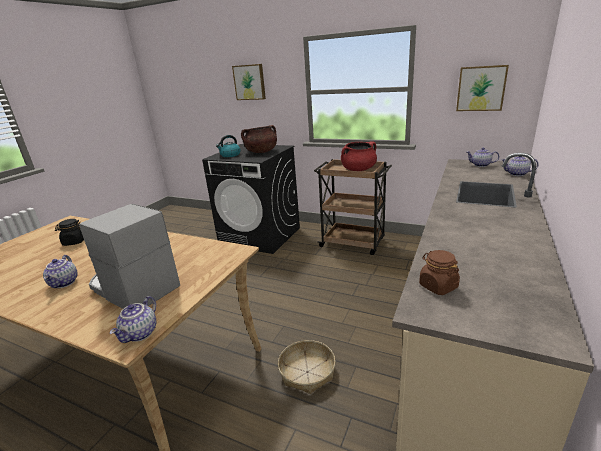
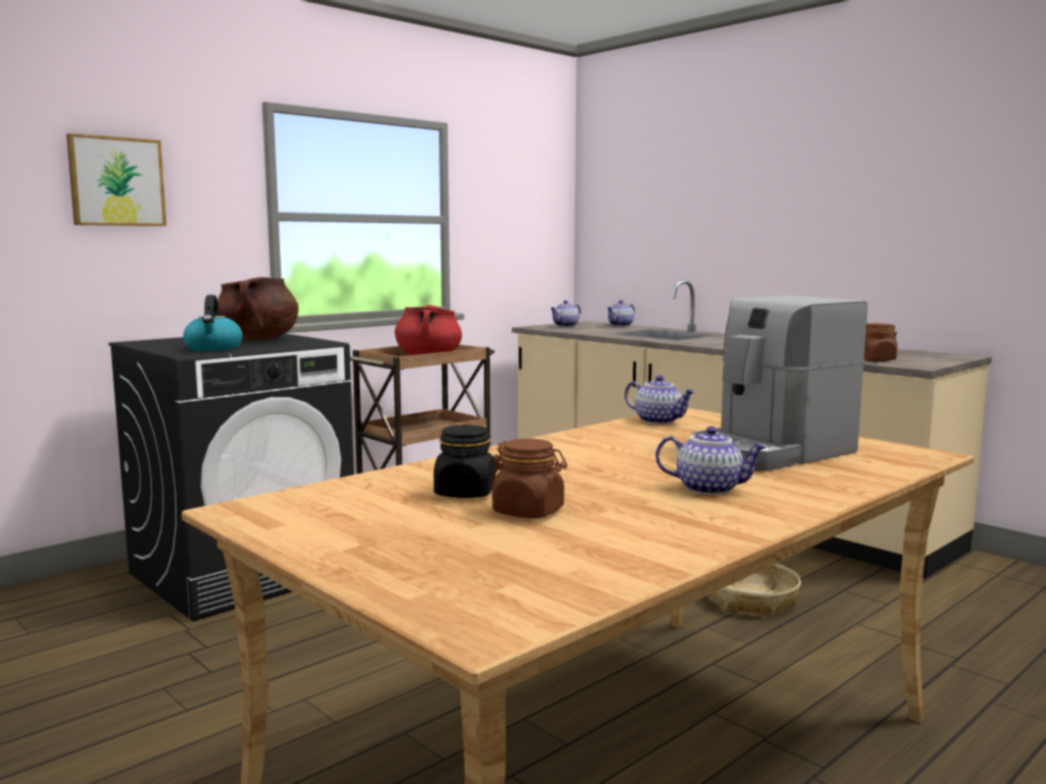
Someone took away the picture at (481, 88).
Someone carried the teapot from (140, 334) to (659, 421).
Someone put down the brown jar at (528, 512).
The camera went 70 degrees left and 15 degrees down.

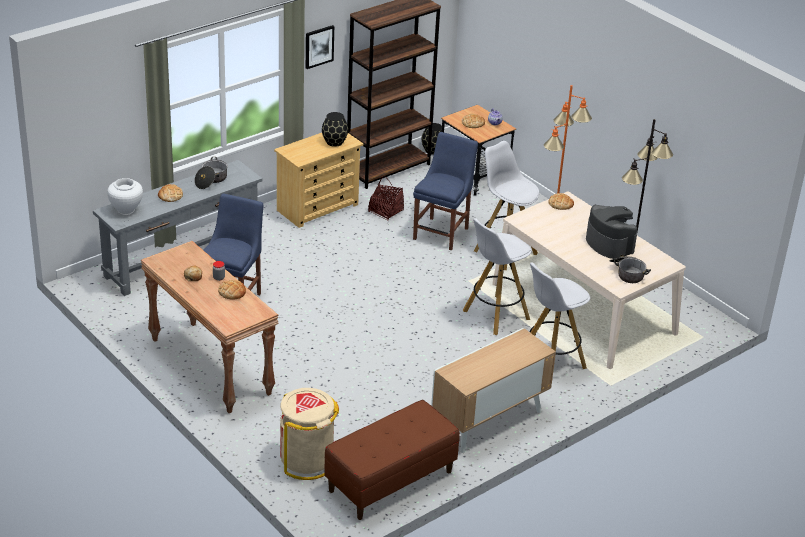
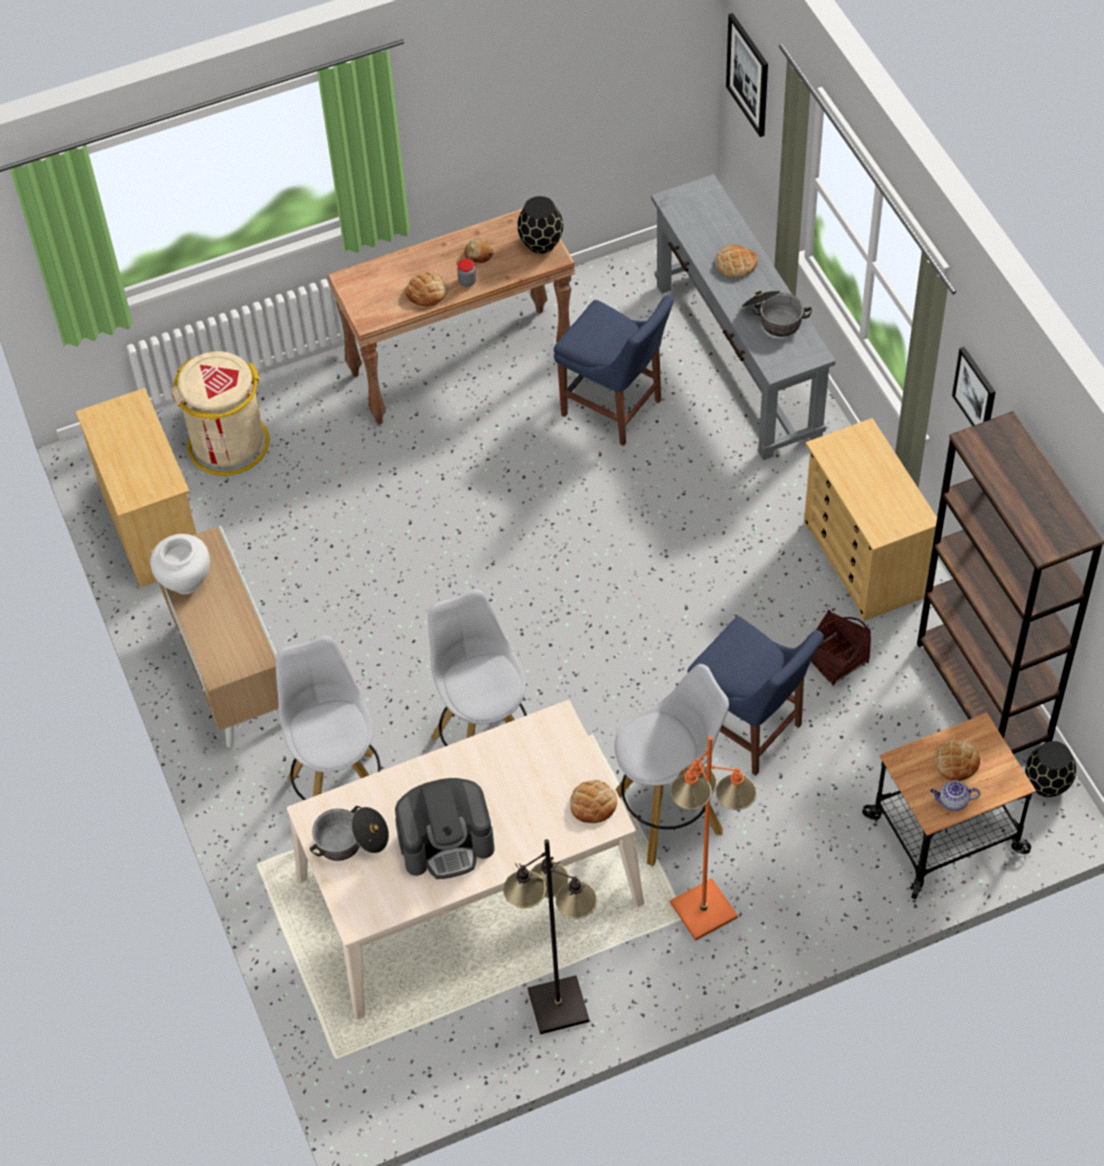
Someone carried the black vase from (334, 142) to (541, 242).
Someone carried the white vase from (126, 210) to (186, 582).
Someone swapped the brown bench at (390, 481) for the beige dresser at (152, 527).
Someone put up the picture at (748, 74).
The camera went 110 degrees right and 20 degrees up.

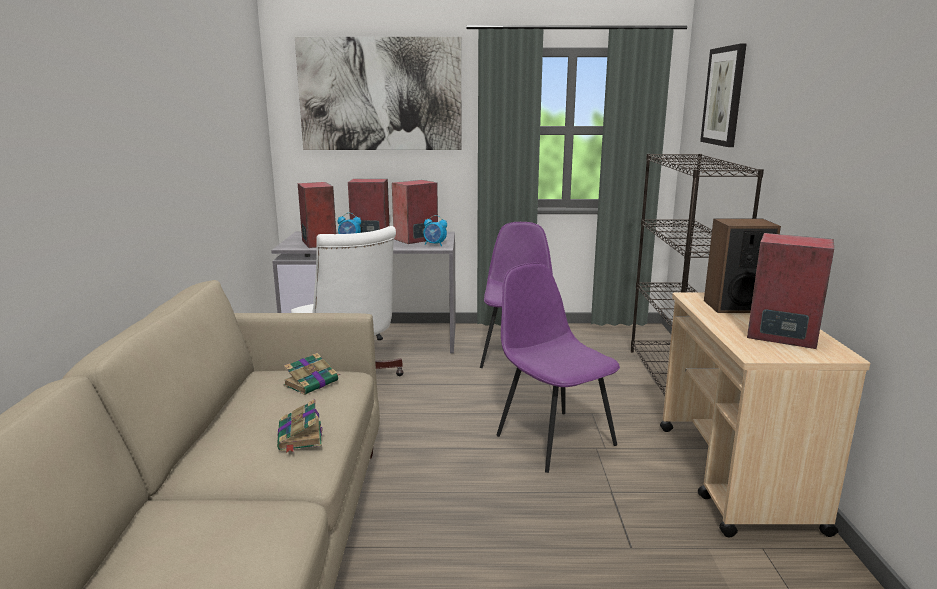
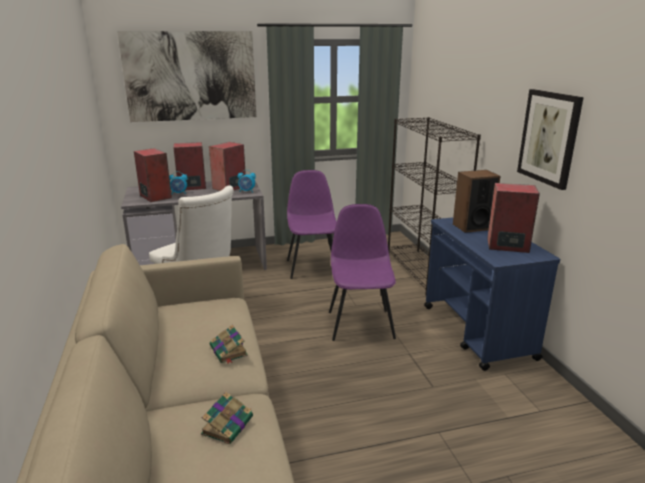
Someone carried the picture from (724, 96) to (549, 137).
Someone rotated the purple chair at (553, 439) by 45 degrees clockwise.
Someone repainted the beige cart at (736, 476), which became the blue cart at (478, 332).
Someone carried the book from (312, 383) to (228, 425).
The camera went 15 degrees left and 5 degrees up.

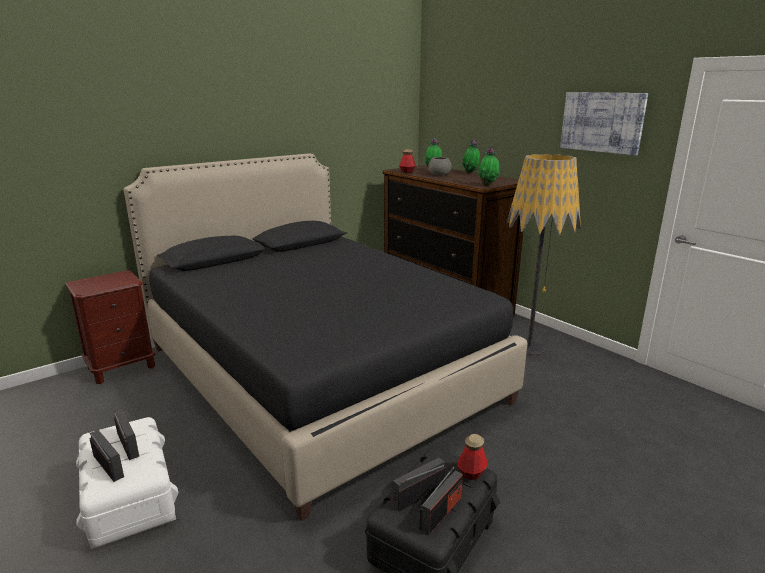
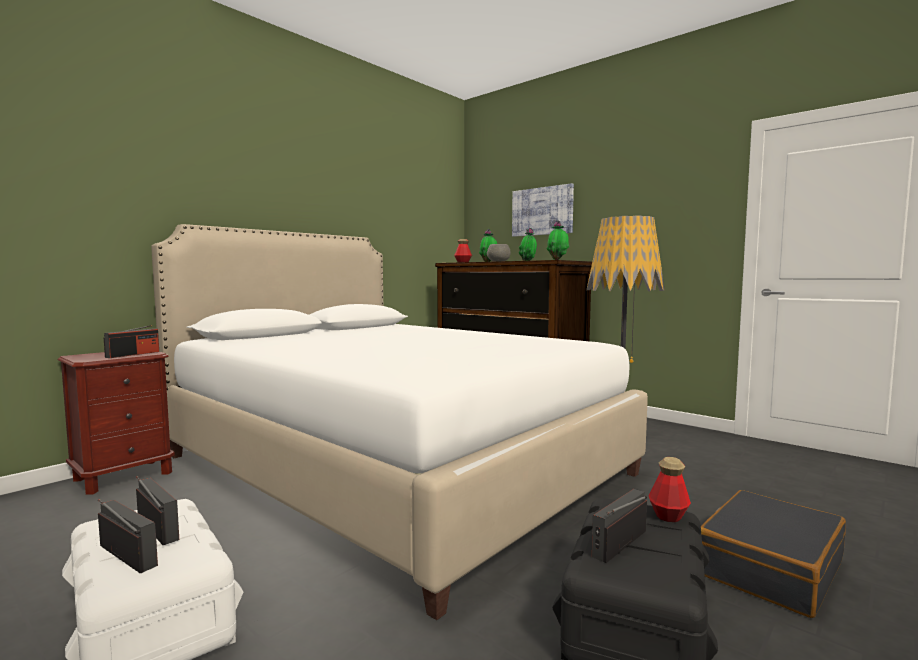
Someone carried the picture from (602, 122) to (542, 211).
Someone repainted the black bed at (318, 373), which became the white bed at (392, 465).
Someone carried the radio from (441, 513) to (133, 354).
Someone put down the black suitcase at (768, 567).
The camera went 10 degrees left and 15 degrees down.

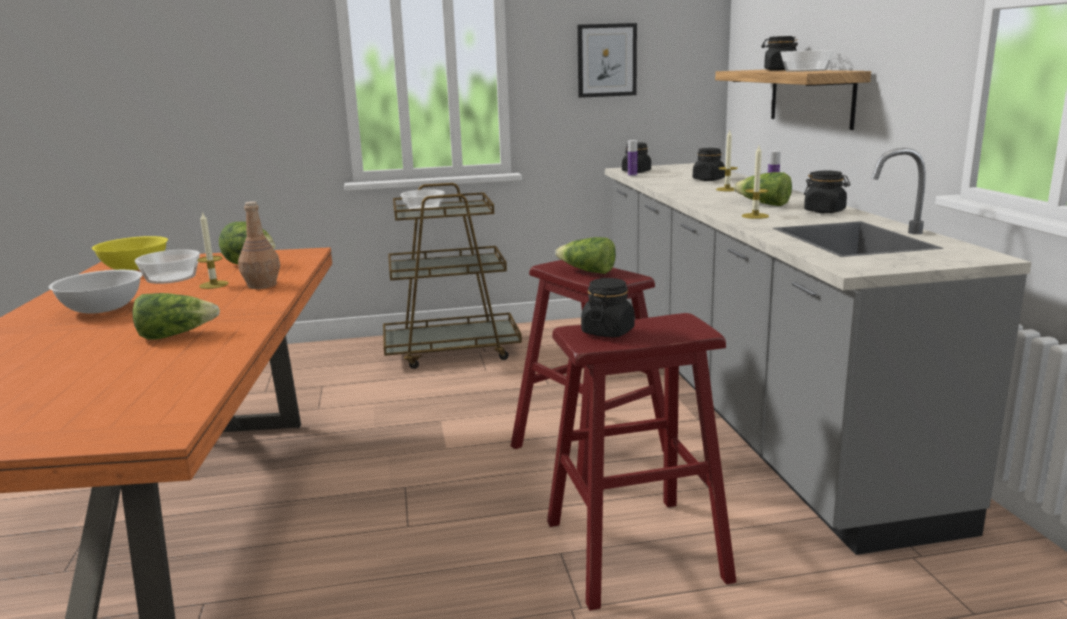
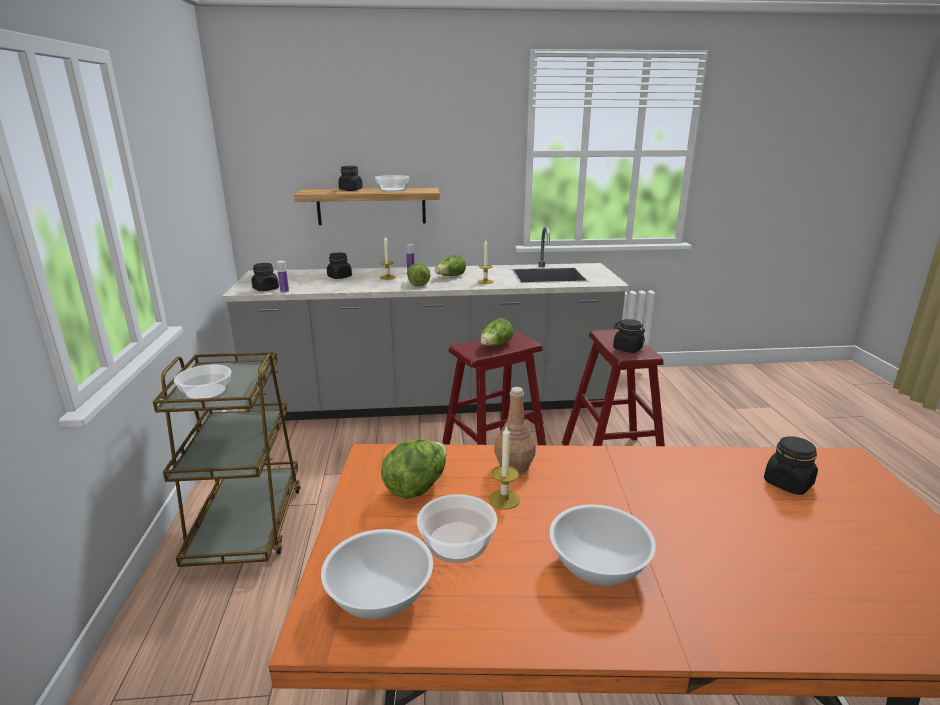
Someone took away the picture at (606, 60).
Someone carried the black jar from (825, 211) to (788, 483).
Someone repainted the yellow bowl at (134, 268), which became the white bowl at (380, 597).
Someone carried the lettuce from (176, 335) to (418, 283).
The camera went 85 degrees left and 5 degrees up.

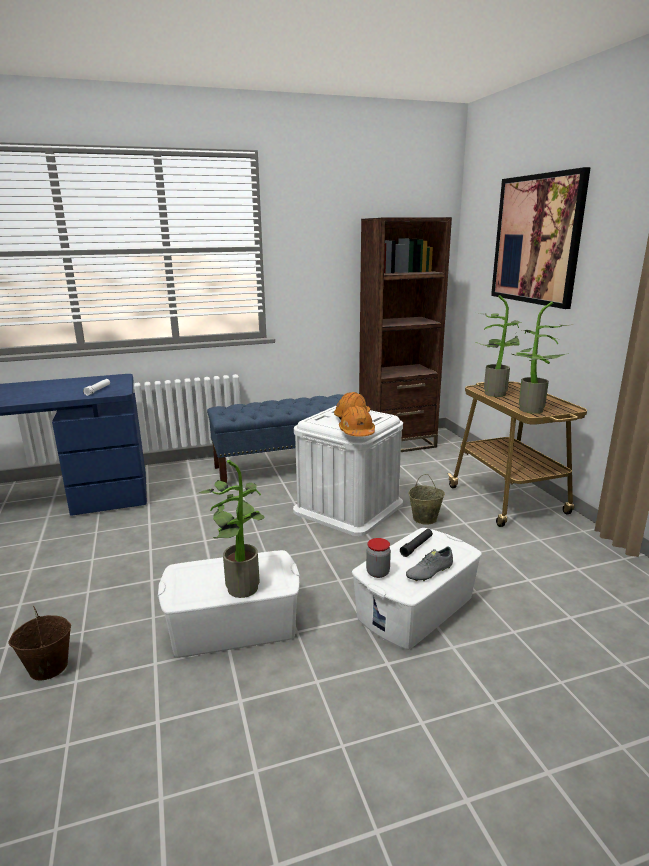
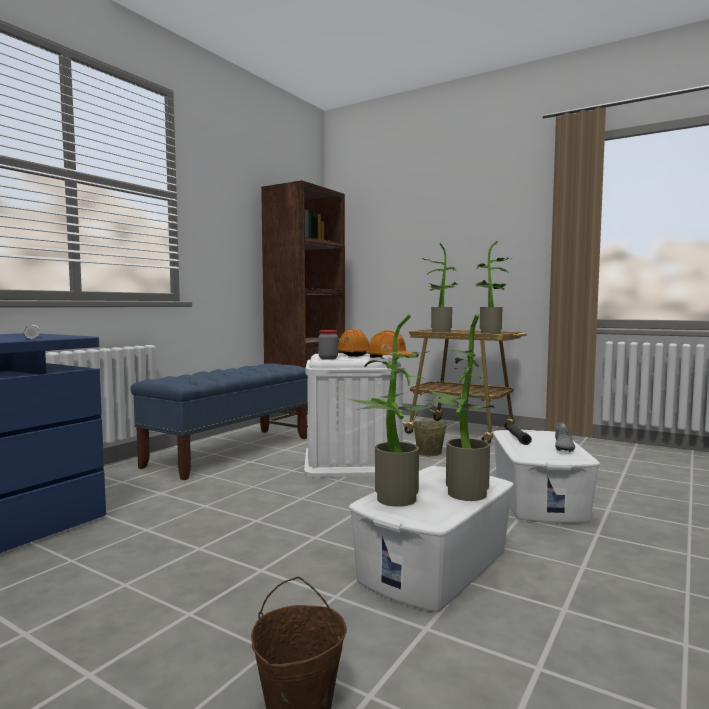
Someone took away the picture at (536, 240).
Someone carried the jar from (377, 572) to (328, 358).
Someone put down the potted plant at (390, 500).
The camera went 40 degrees left and 15 degrees down.

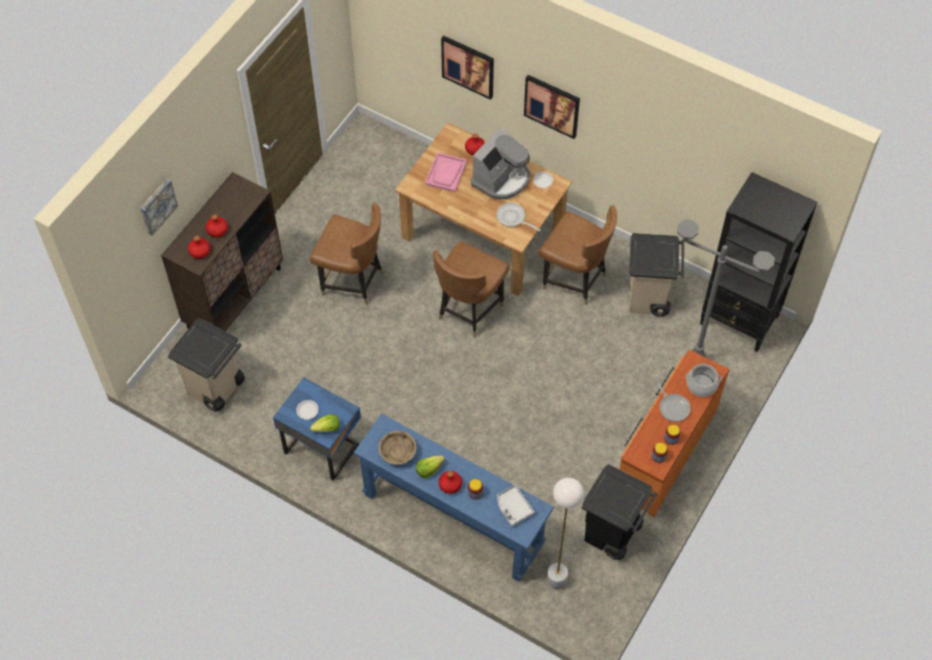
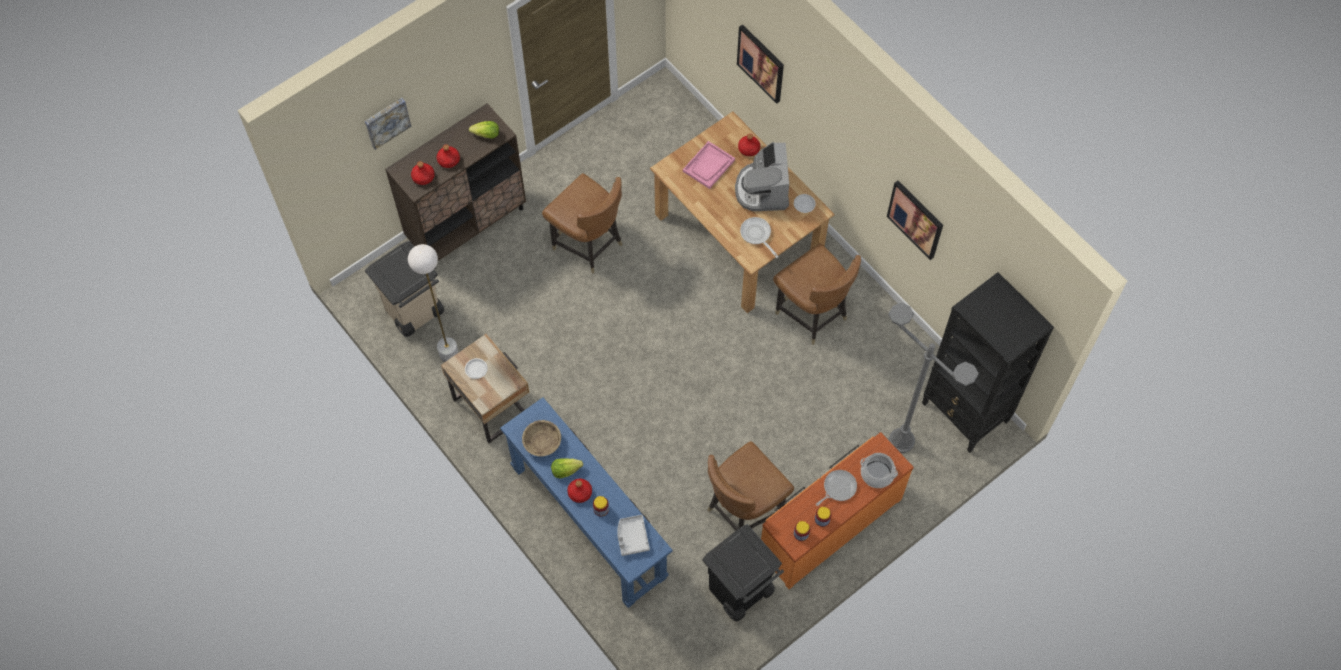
Someone carried the picture from (552, 105) to (916, 219).
Someone rotated the coffee machine at (501, 179) by 120 degrees clockwise.
Someone took away the beige trash can at (649, 298).
Someone carried the brown chair from (468, 310) to (743, 510).
Someone repainted the blue nightstand at (322, 447), which became the beige nightstand at (492, 406).
Someone rotated the frying pan at (673, 407) by 120 degrees counterclockwise.
Someone carried the lettuce from (327, 428) to (486, 135).
Someone carried the white floor lamp from (556, 580) to (449, 354).
The camera went 20 degrees right and 5 degrees up.

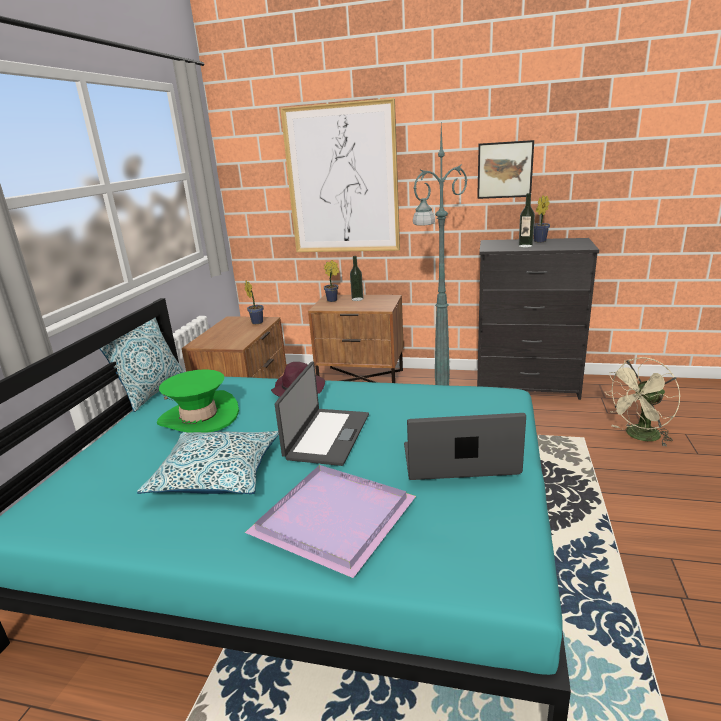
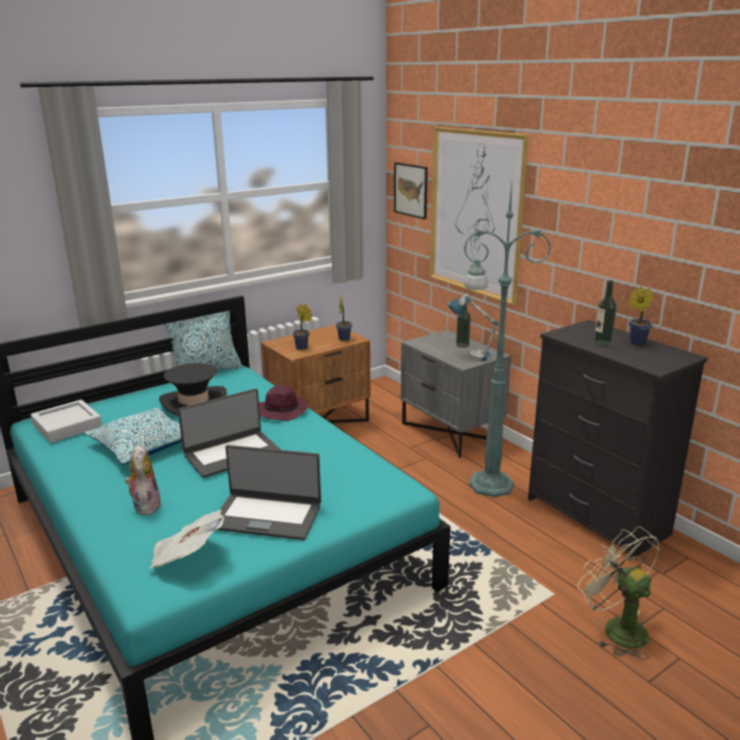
Someone carried the picture from (504, 170) to (411, 190).
Someone carried the potted plant from (333, 300) to (303, 348).
Someone repainted the brown nightstand at (361, 378), which became the grey nightstand at (451, 432).
Someone rotated the beige fan at (639, 436) by 45 degrees clockwise.
Someone repainted the green hat at (199, 417), which became the black hat at (194, 402).
Someone rotated the laptop at (460, 461) by 150 degrees clockwise.
Someone swapped the purple tray at (337, 517) for the plush toy at (145, 505).
Someone put down the table lamp at (470, 356).
Someone put down the grey tray at (67, 426).
Someone put down the newspaper at (187, 556).
The camera went 40 degrees right and 0 degrees up.

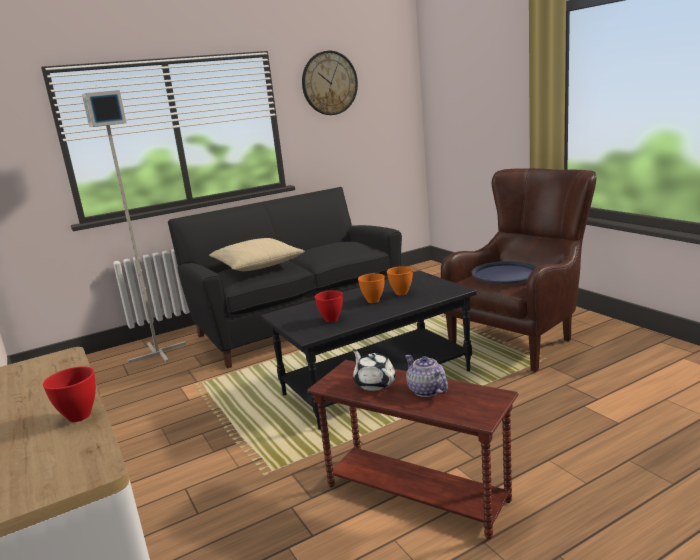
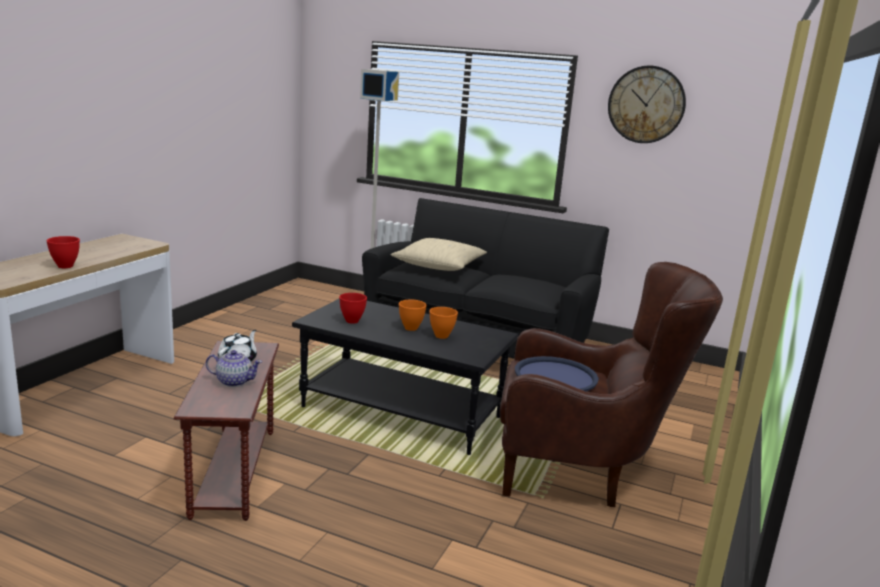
Someone rotated the teapot at (426, 391) by 75 degrees clockwise.
The camera went 50 degrees right and 0 degrees up.

